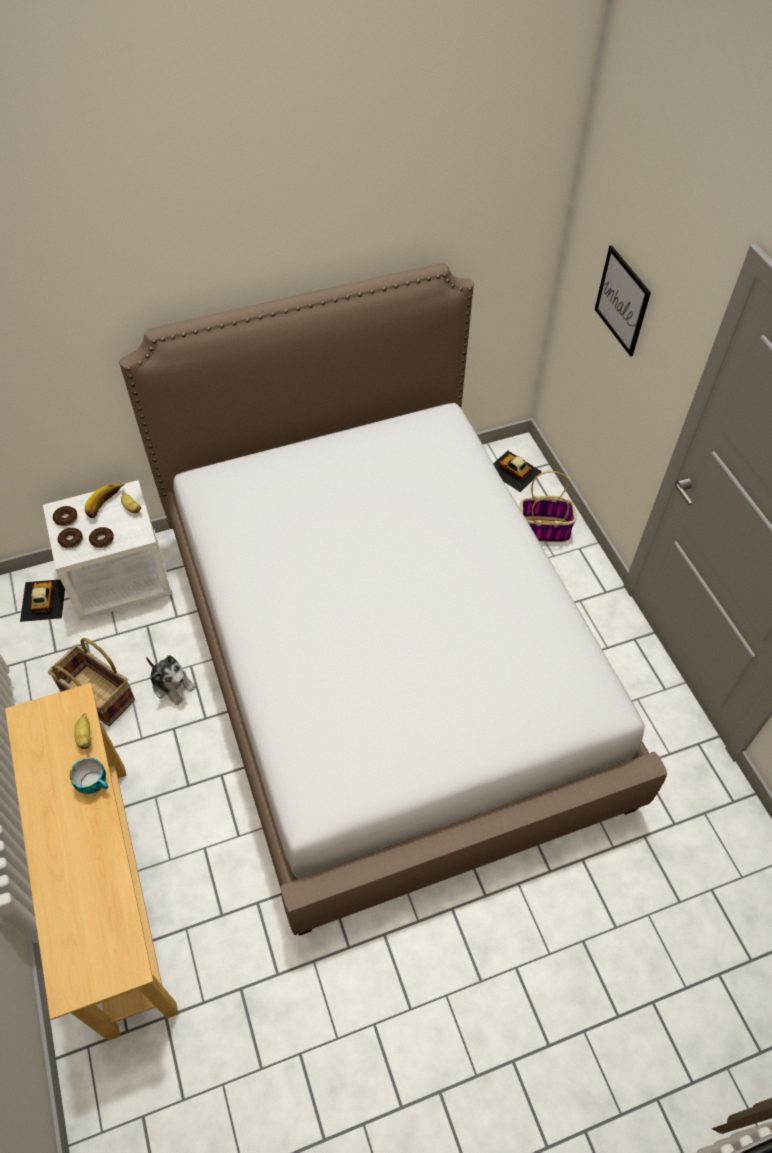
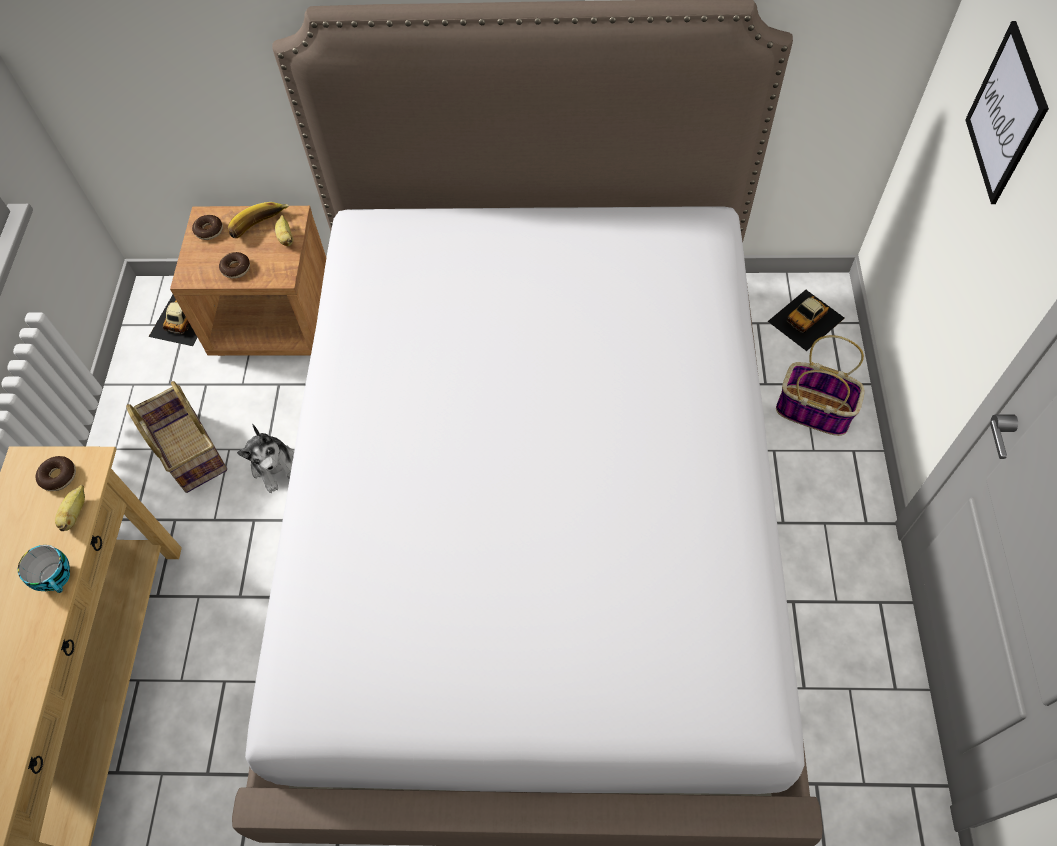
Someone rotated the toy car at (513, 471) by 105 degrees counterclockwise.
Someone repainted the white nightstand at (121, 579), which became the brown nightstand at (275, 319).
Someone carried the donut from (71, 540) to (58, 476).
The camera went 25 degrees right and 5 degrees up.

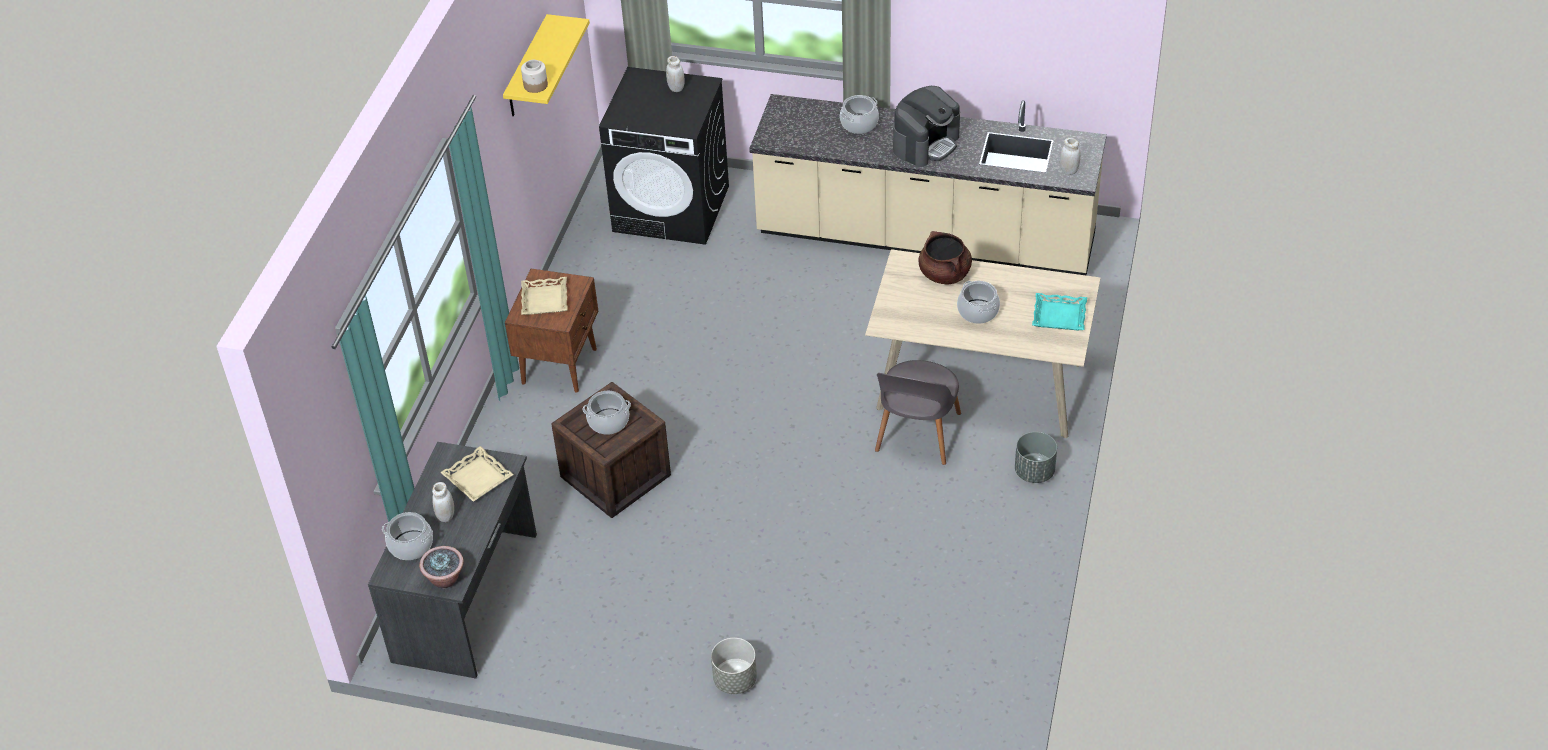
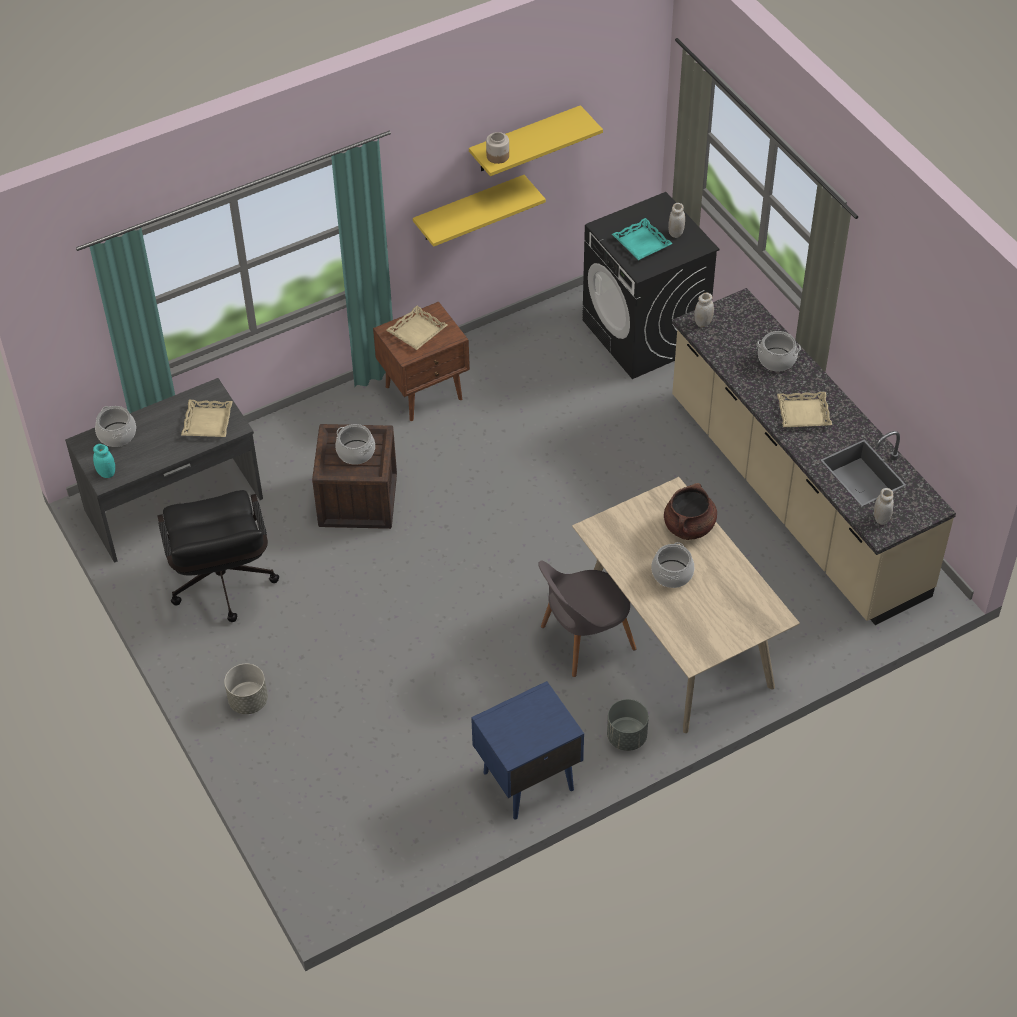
Someone swapped the coffee machine at (926, 144) for the beige tray at (803, 413).
Someone carried the turquoise tray from (1059, 315) to (642, 243).
Someone carried the white jar from (446, 516) to (703, 323).
Someone swapped the potted plant at (445, 579) for the turquoise jar at (106, 473).
Someone put up the yellow shelf at (469, 208).
Someone put down the black office chair at (224, 588).
Someone put down the blue nightstand at (526, 780).
The camera went 45 degrees right and 5 degrees up.

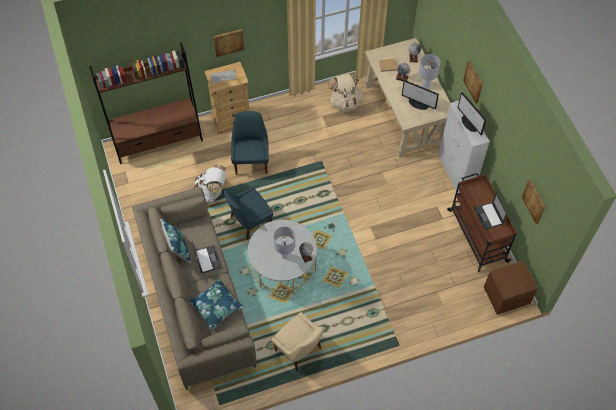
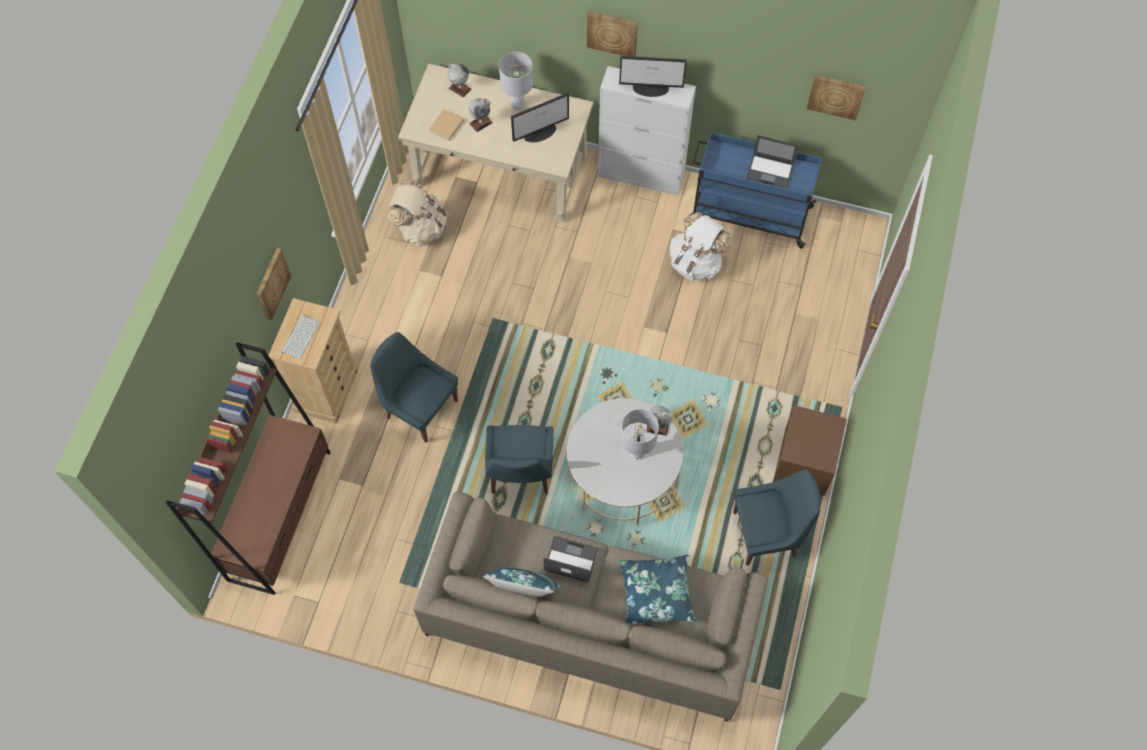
Someone carried the white backpack from (212, 192) to (696, 262).
Someone repainted the brown cart at (477, 235), which became the blue cart at (748, 213).
Someone carried the brown nightstand from (506, 296) to (805, 463).
Someone repainted the beige chair at (299, 350), which became the blue chair at (767, 534).
The camera went 55 degrees left and 5 degrees up.

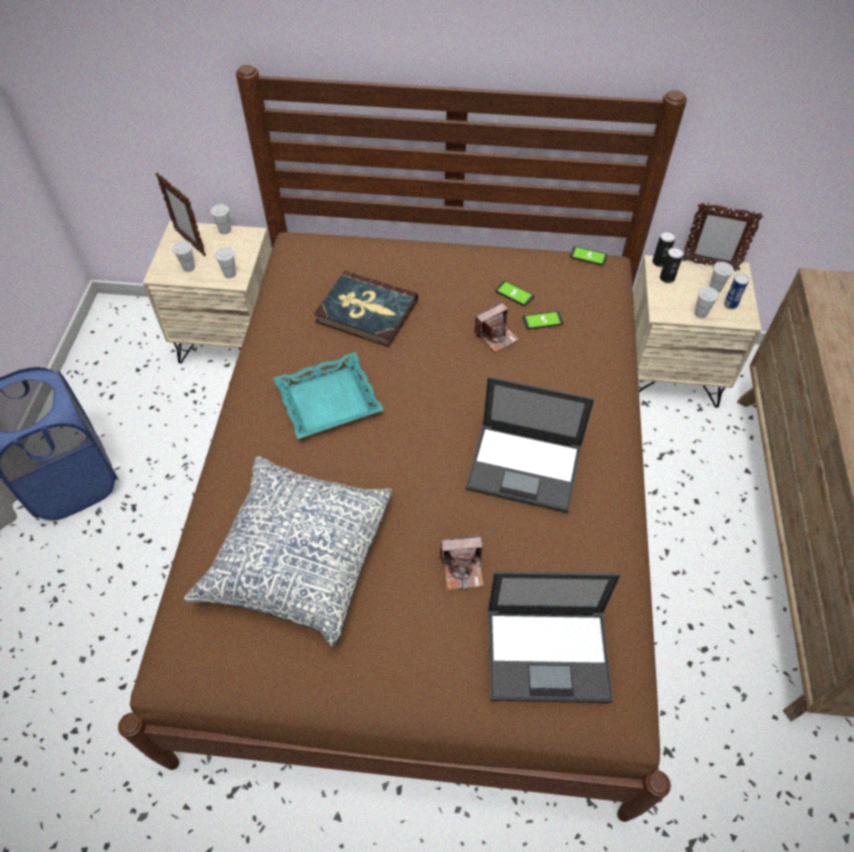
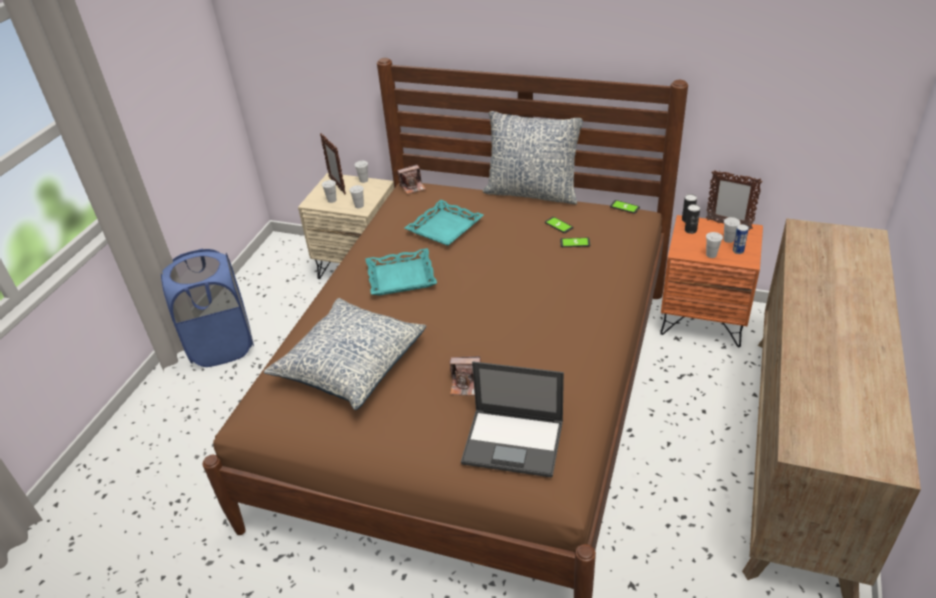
Someone repainted the beige nightstand at (669, 372), which became the orange nightstand at (703, 319).
Someone swapped the book at (366, 312) for the turquoise tray at (445, 228).
Someone carried the photo camera from (496, 336) to (412, 187).
Someone took away the laptop at (525, 467).
Someone put down the pillow at (532, 192).
The camera went 15 degrees right and 15 degrees down.

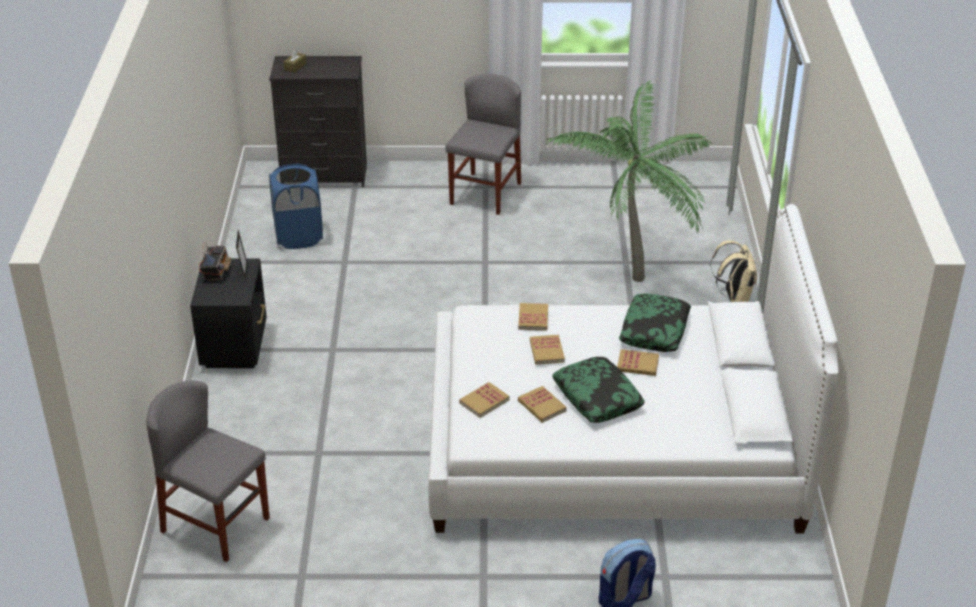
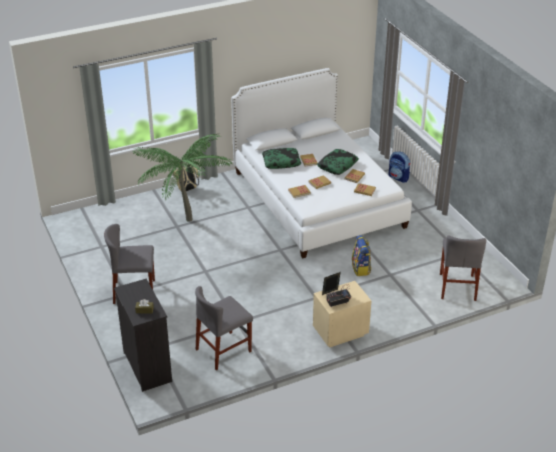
Someone swapped the blue laundry basket at (299, 236) for the grey chair at (223, 350).
Someone repainted the black nightstand at (235, 346), which became the beige nightstand at (339, 332).
Someone put down the backpack at (361, 269).
The camera went 115 degrees left and 0 degrees up.

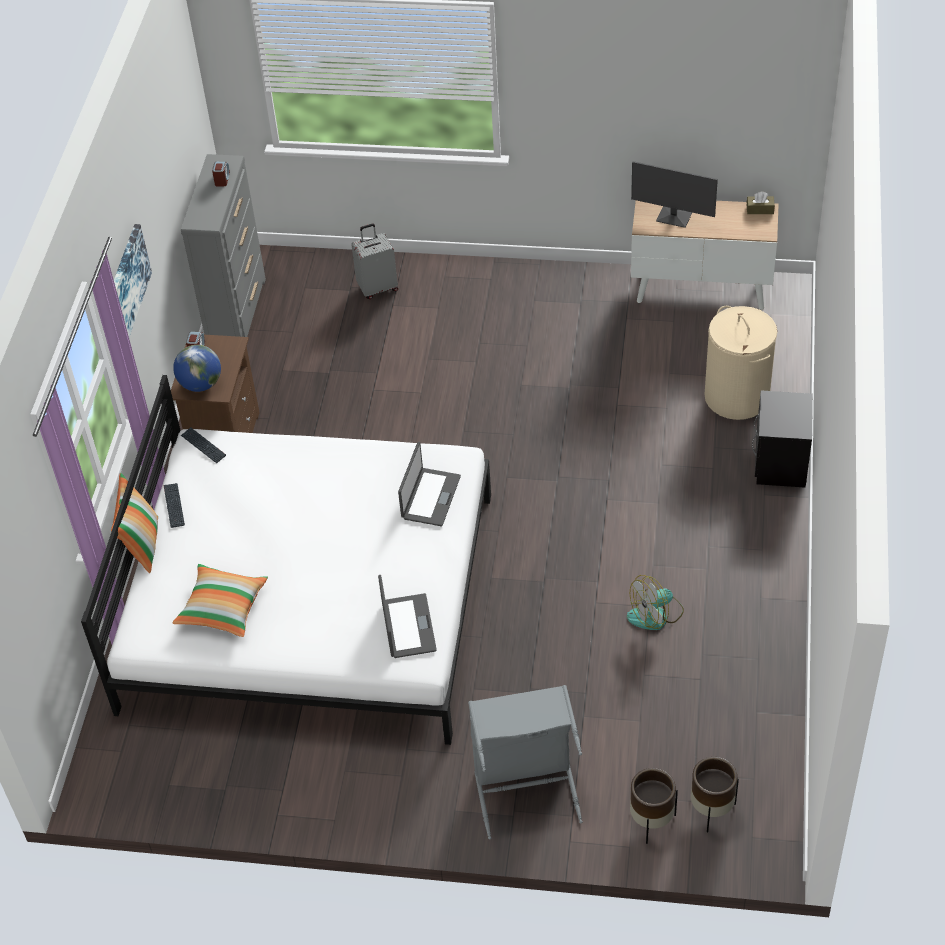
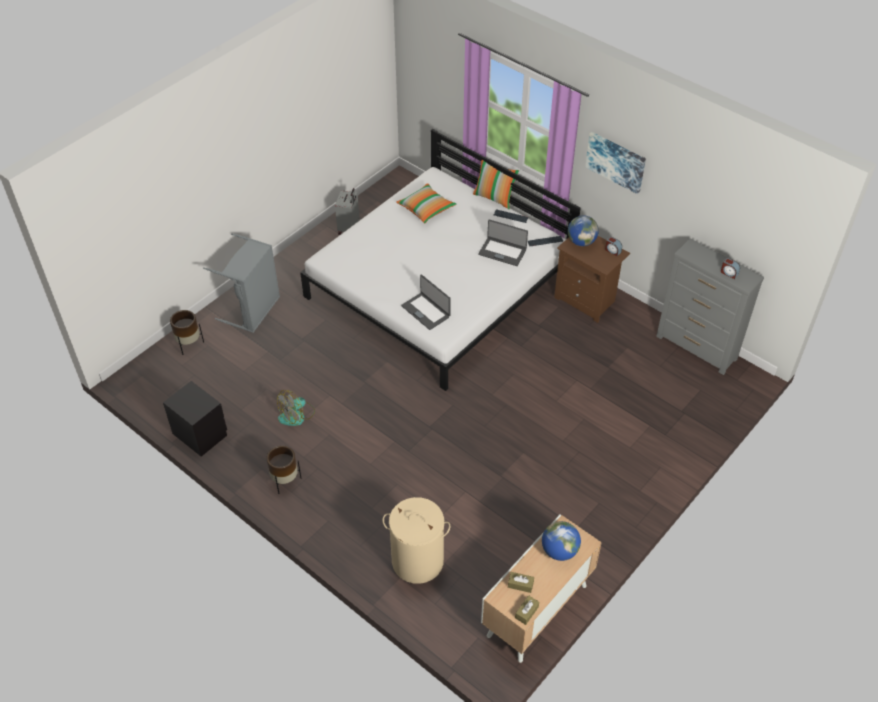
Someone swapped the monitor at (674, 217) for the globe at (559, 551).
Someone carried the grey suitcase from (377, 288) to (349, 228).
Someone carried the black nightstand from (779, 463) to (201, 433).
Someone carried the laptop from (407, 626) to (502, 252).
Someone rotated the fan at (655, 614) by 135 degrees counterclockwise.
Someone carried the brown planter from (711, 810) to (285, 480).
Someone put down the brown tissue box at (520, 584).
The camera went 120 degrees right and 0 degrees up.

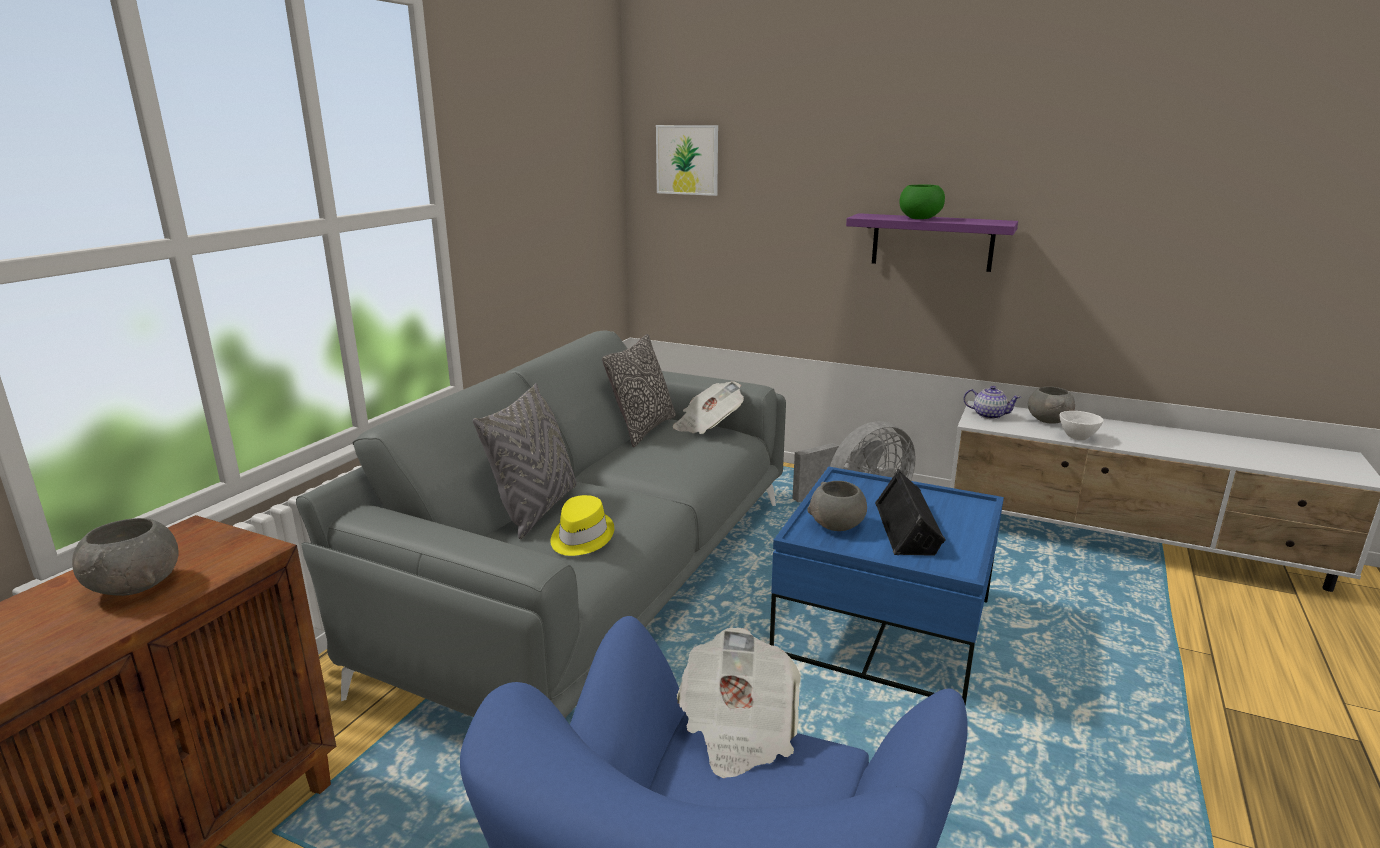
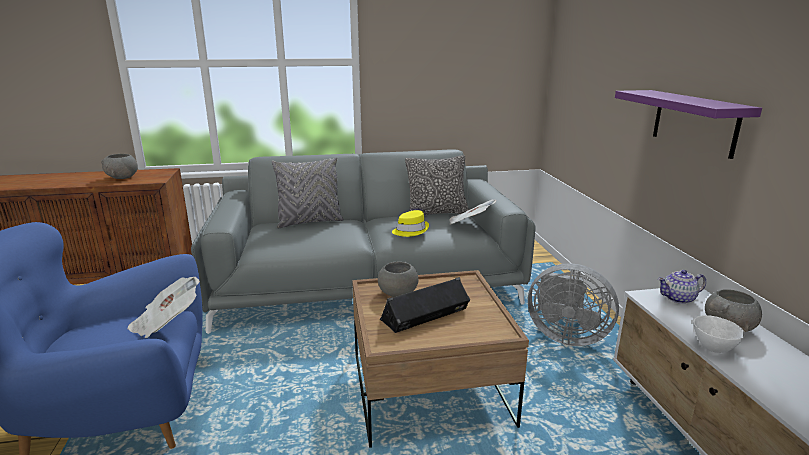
Someone took away the picture at (687, 160).
Someone took away the green bowl at (919, 218).
Someone rotated the teapot at (988, 415) by 90 degrees clockwise.
Someone repainted the blue coffee table at (883, 627), which became the brown coffee table at (429, 388).
Someone carried the yellow hat from (580, 537) to (410, 230).
The camera went 55 degrees right and 0 degrees up.

